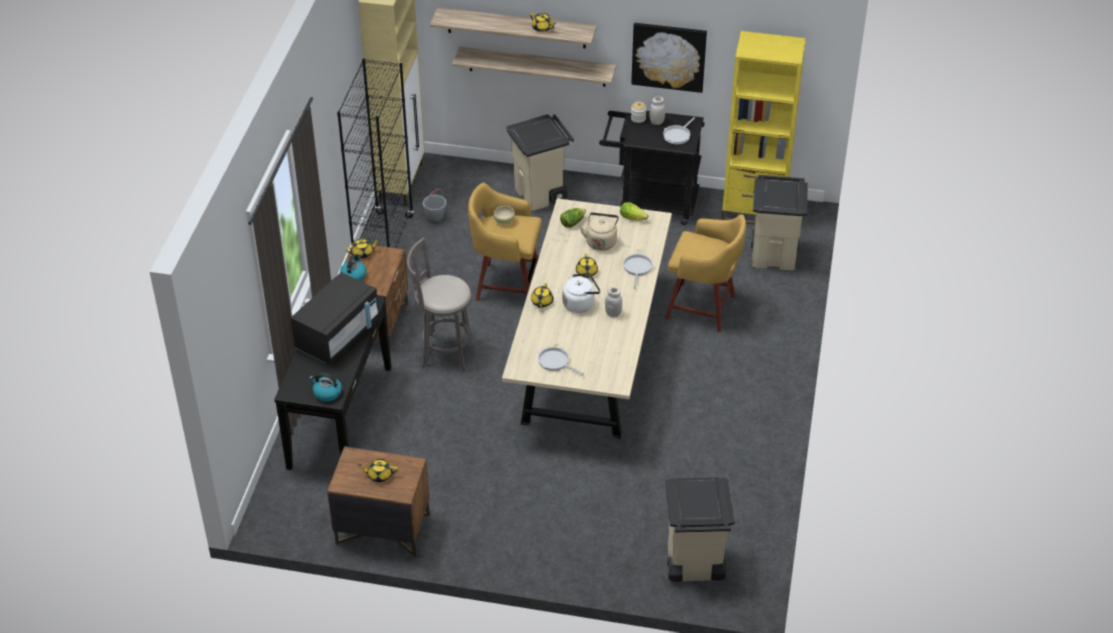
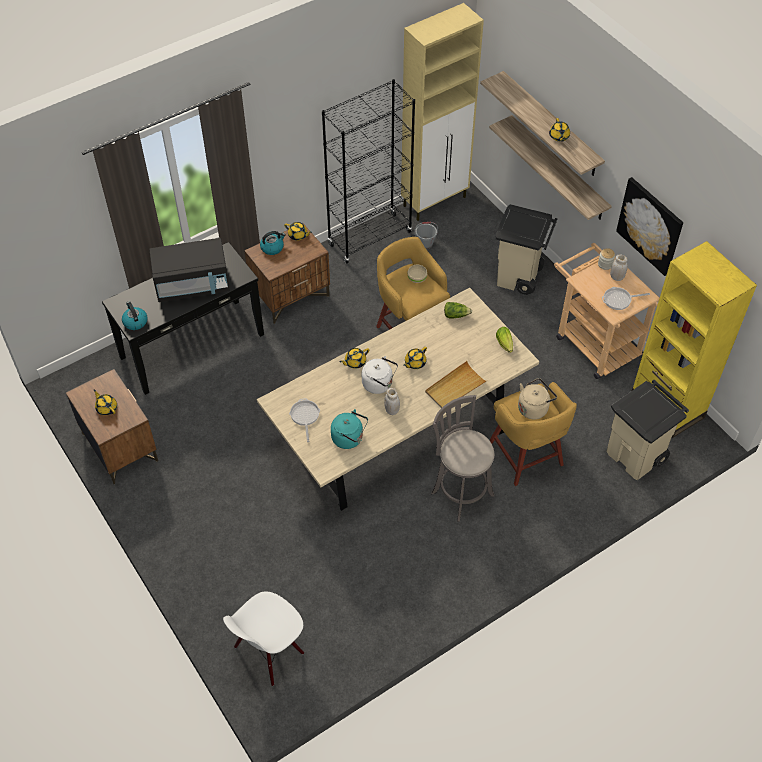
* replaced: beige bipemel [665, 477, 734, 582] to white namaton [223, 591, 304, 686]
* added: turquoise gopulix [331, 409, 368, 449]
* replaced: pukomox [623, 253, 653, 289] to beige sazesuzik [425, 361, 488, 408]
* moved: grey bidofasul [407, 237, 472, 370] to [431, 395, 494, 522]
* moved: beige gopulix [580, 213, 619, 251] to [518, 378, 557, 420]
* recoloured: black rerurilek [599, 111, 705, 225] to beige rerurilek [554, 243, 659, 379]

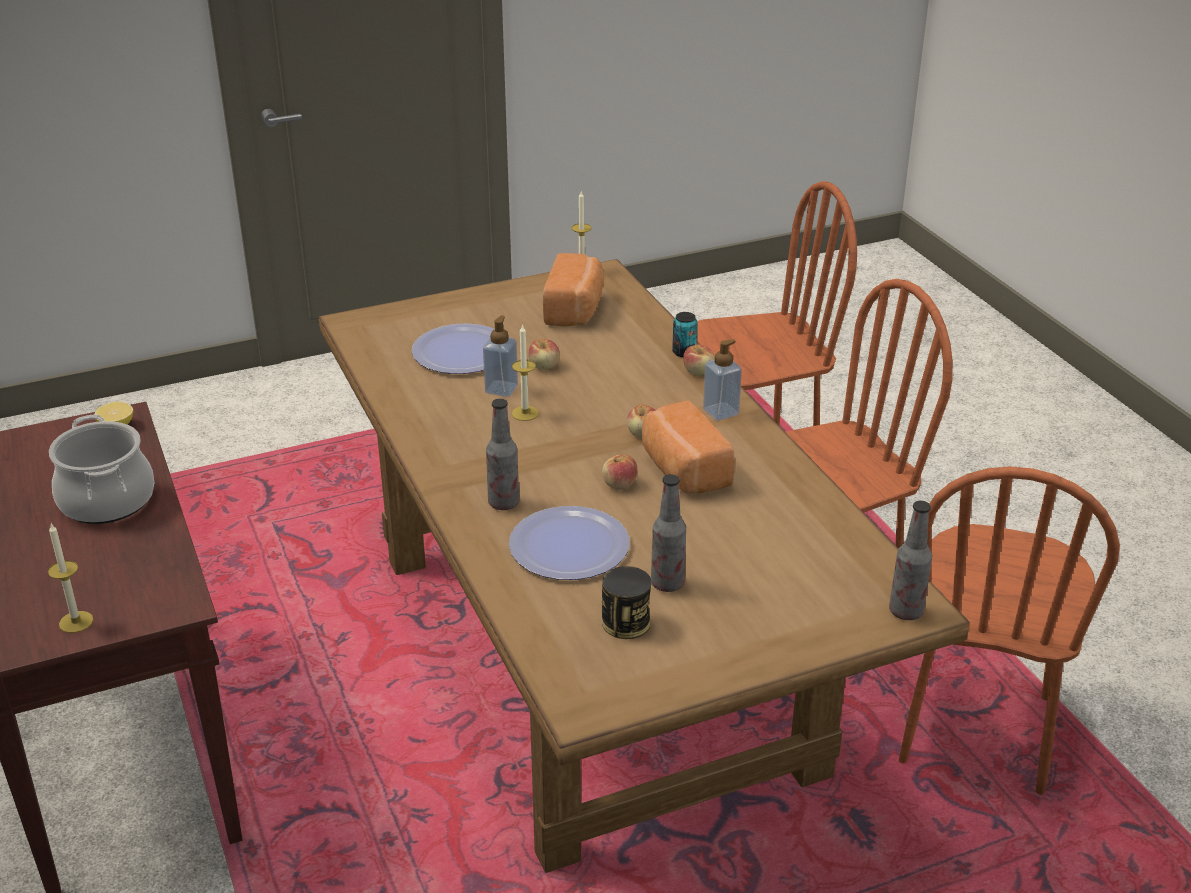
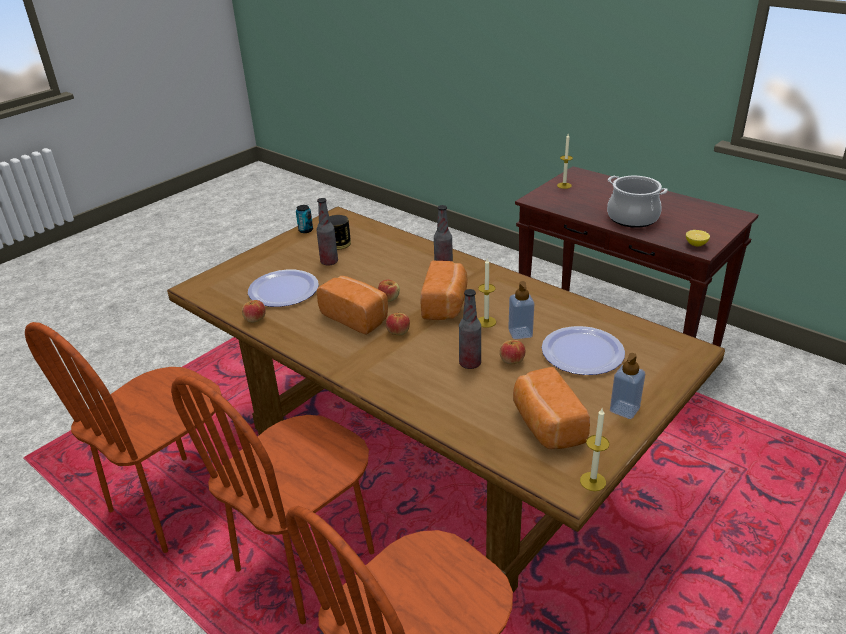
* turned: brown namaton [899, 466, 1120, 795] = [25, 322, 223, 553] 135 degrees counterclockwise
* moved: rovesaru [683, 345, 715, 376] to [242, 300, 266, 323]
* moved: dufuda [509, 506, 630, 580] to [248, 270, 319, 307]
* moved: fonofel [672, 312, 698, 357] to [296, 205, 313, 233]
* added: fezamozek [421, 261, 467, 320]
* moved: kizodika [889, 501, 932, 620] to [459, 289, 481, 369]
* moved: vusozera [703, 339, 742, 421] to [610, 353, 645, 419]

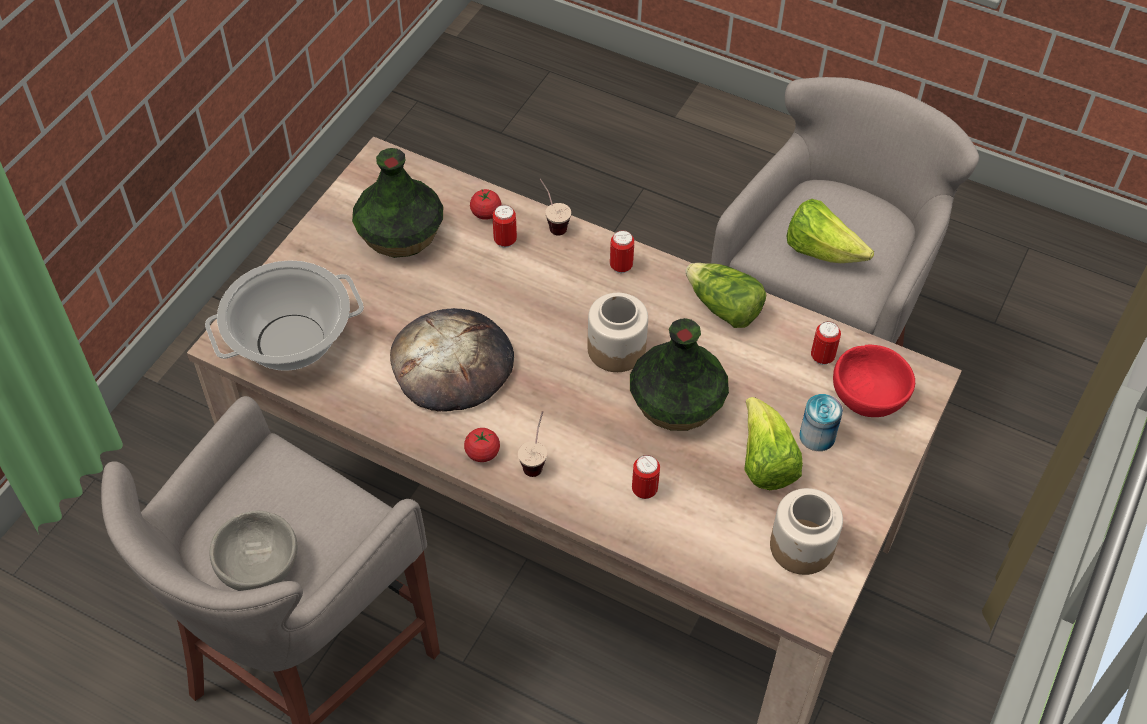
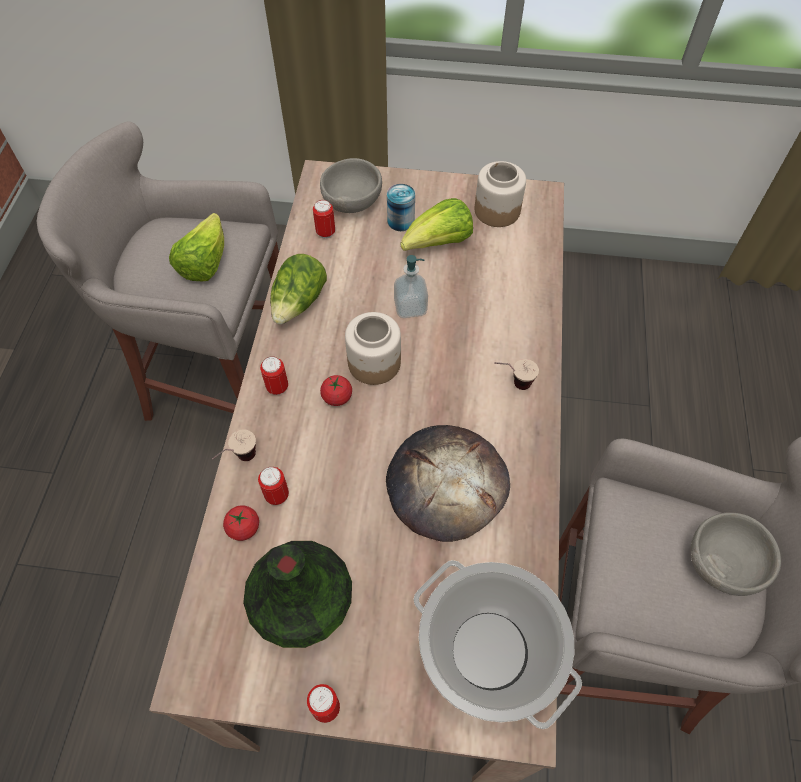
* moved: fonofel [632, 455, 660, 499] to [307, 684, 340, 723]
* recoloured: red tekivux [833, 345, 915, 417] to grey tekivux [320, 158, 382, 213]
* moved: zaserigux [464, 428, 500, 462] to [320, 375, 352, 406]
* replaced: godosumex [630, 318, 729, 431] to vusozera [394, 255, 428, 318]

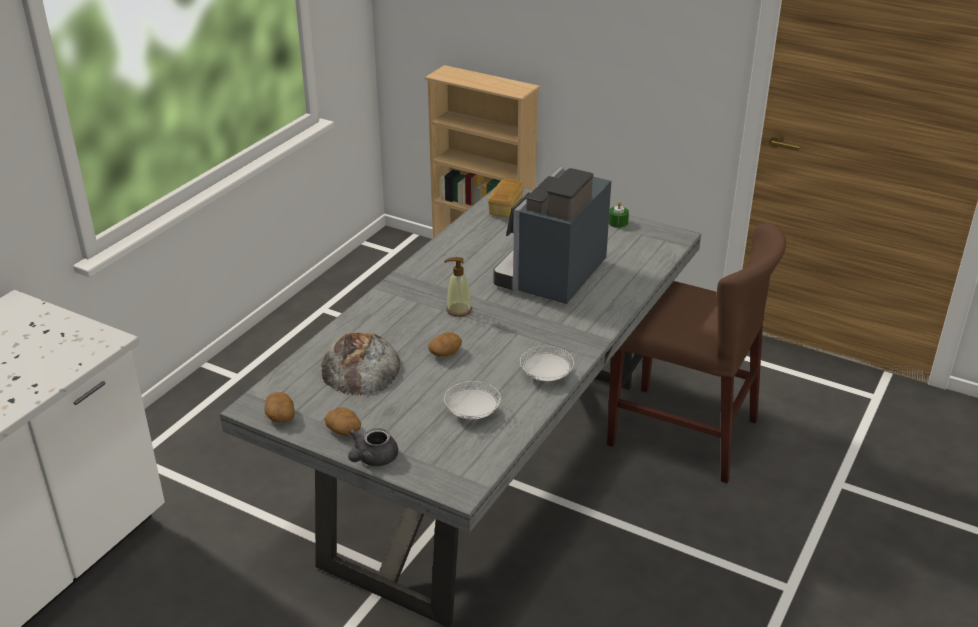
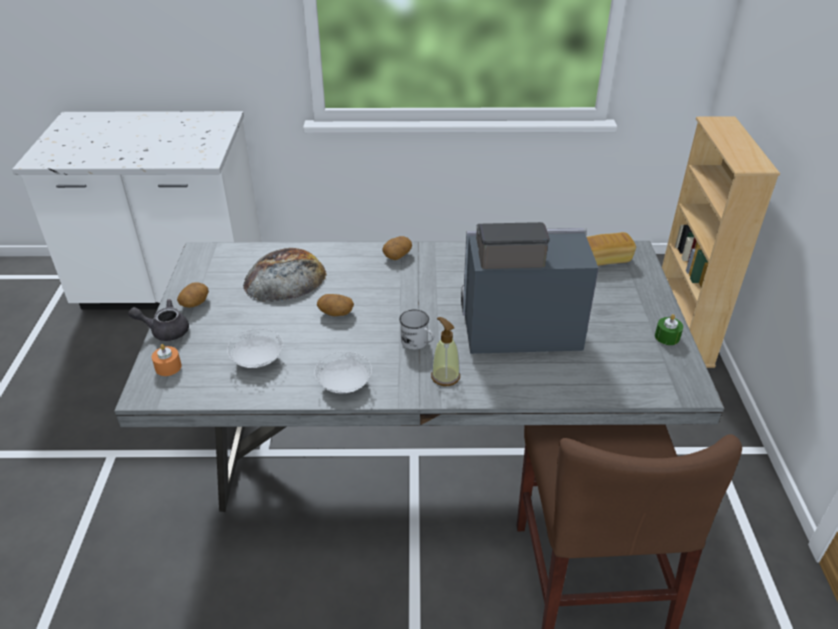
* added: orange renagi [152, 344, 182, 376]
* moved: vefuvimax [264, 392, 295, 423] to [382, 236, 412, 260]
* added: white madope [399, 310, 434, 350]
* moved: vusozera [444, 257, 472, 317] to [431, 317, 460, 386]

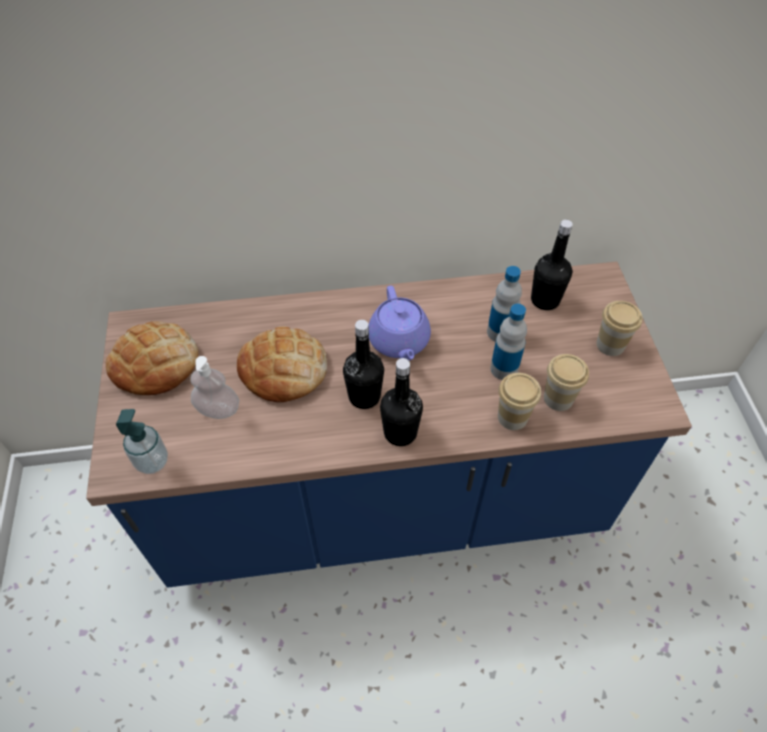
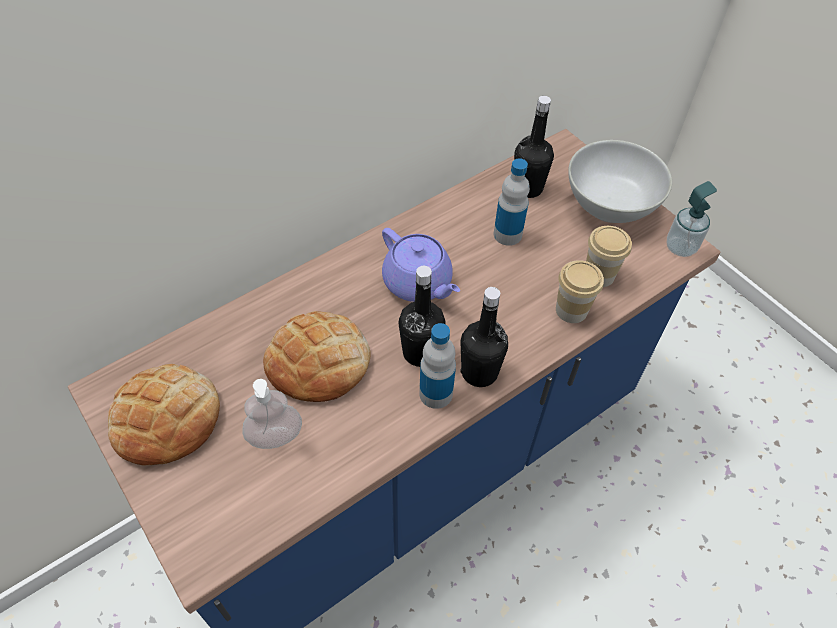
* moved: kizodika [490, 304, 527, 380] to [419, 323, 456, 409]
* replaced: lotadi [596, 301, 643, 356] to white tekivux [568, 140, 672, 223]
* moved: vusozera [116, 409, 168, 474] to [667, 181, 717, 257]

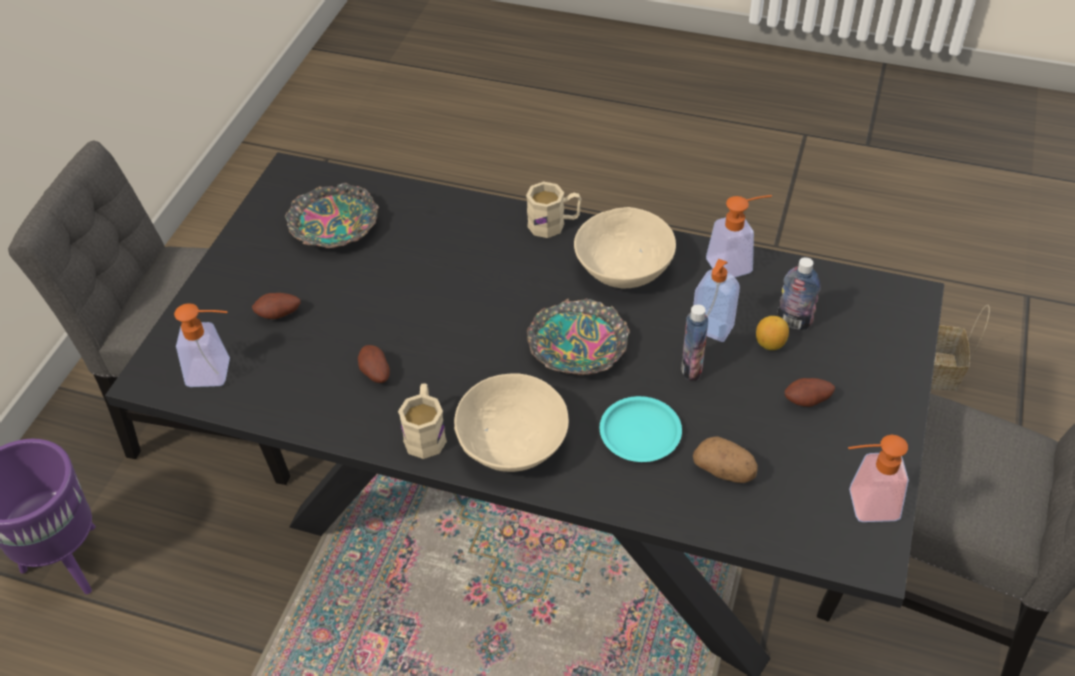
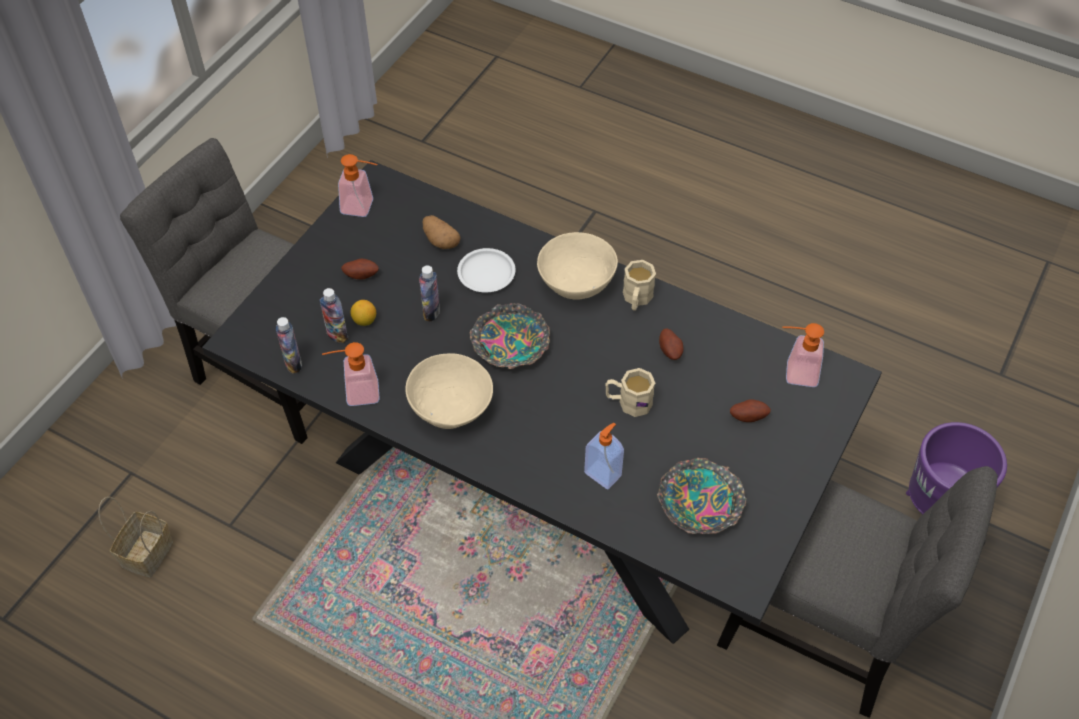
* added: kizodika [276, 317, 302, 373]
* recoloured: turquoise dufuda [599, 396, 682, 462] to white dufuda [457, 248, 516, 293]
* moved: vusozera [693, 259, 740, 342] to [584, 423, 624, 490]
* moved: beige madope [526, 181, 581, 238] to [605, 368, 655, 417]

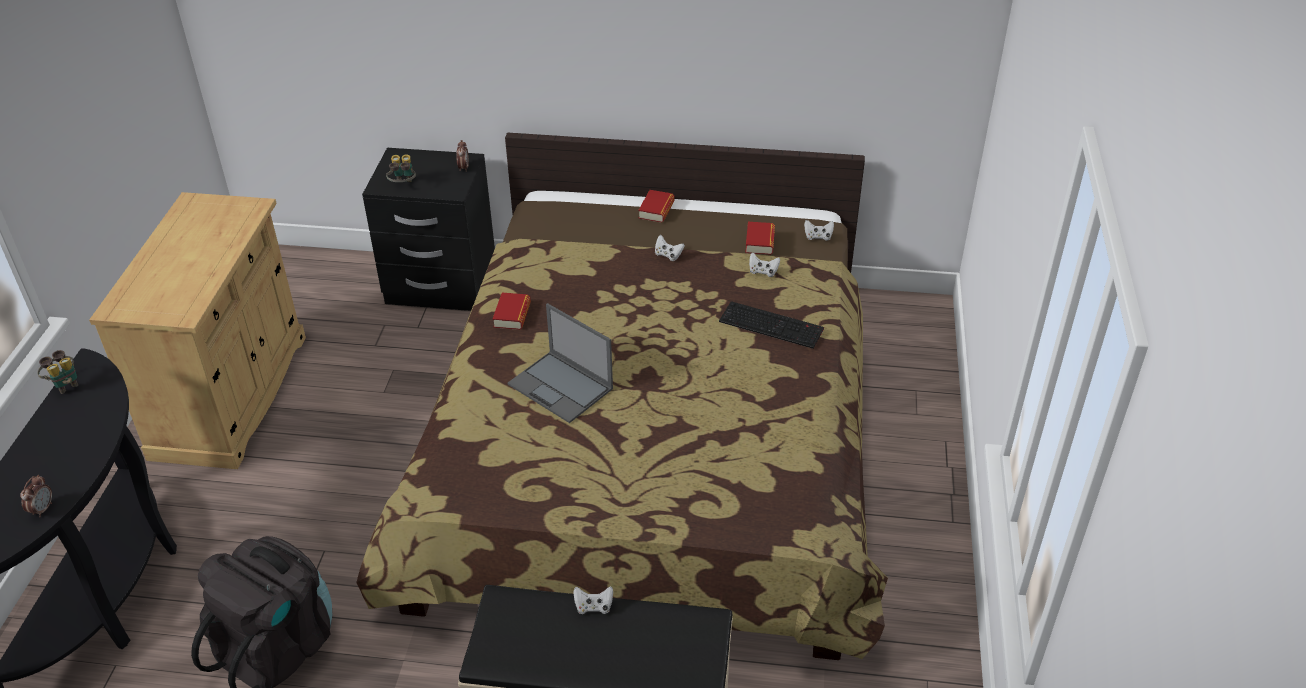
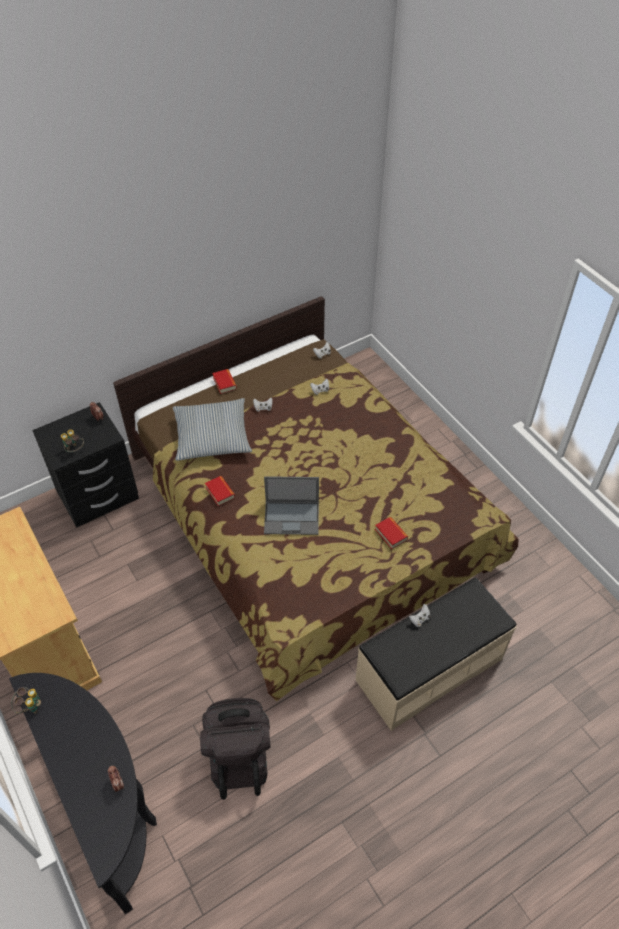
* added: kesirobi [173, 398, 252, 461]
* moved: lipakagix [745, 222, 775, 255] to [375, 517, 408, 549]
* removed: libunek [719, 301, 824, 349]

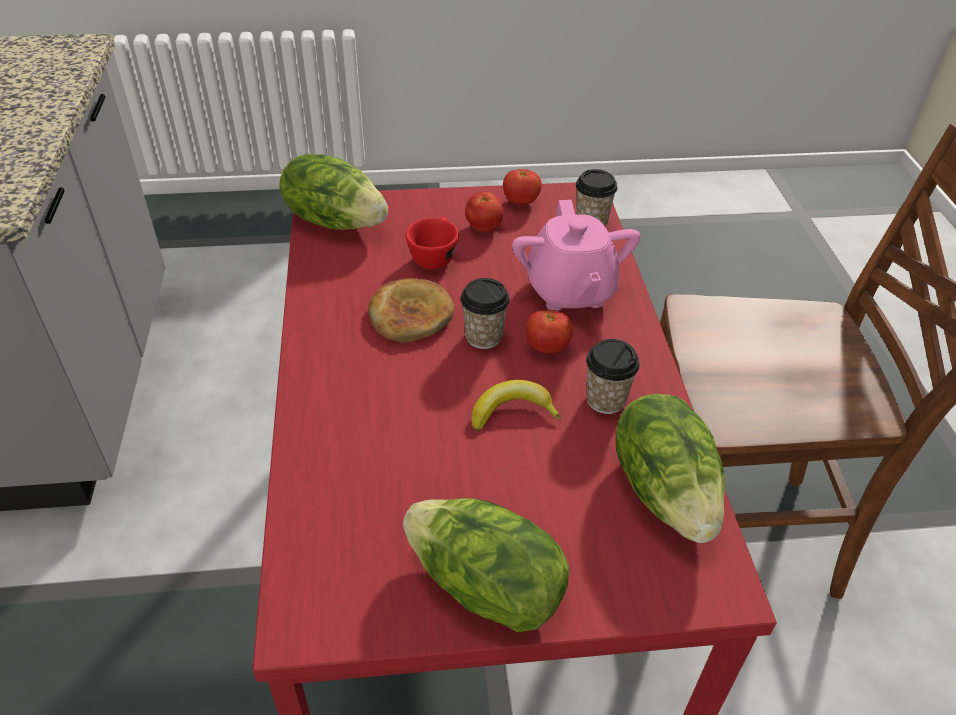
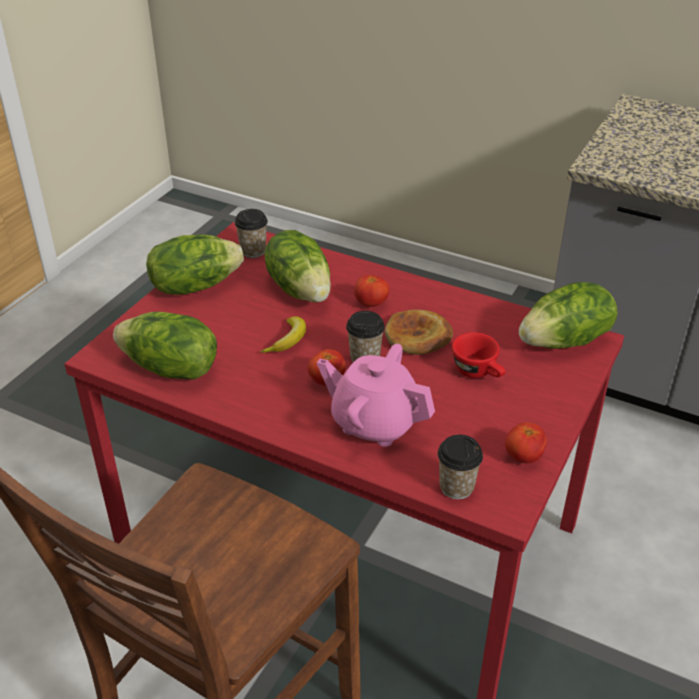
* moved: lotadi [586, 339, 640, 414] to [235, 209, 268, 258]
* added: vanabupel [264, 230, 331, 303]
* moved: zaserigux [465, 192, 504, 232] to [354, 275, 389, 307]

